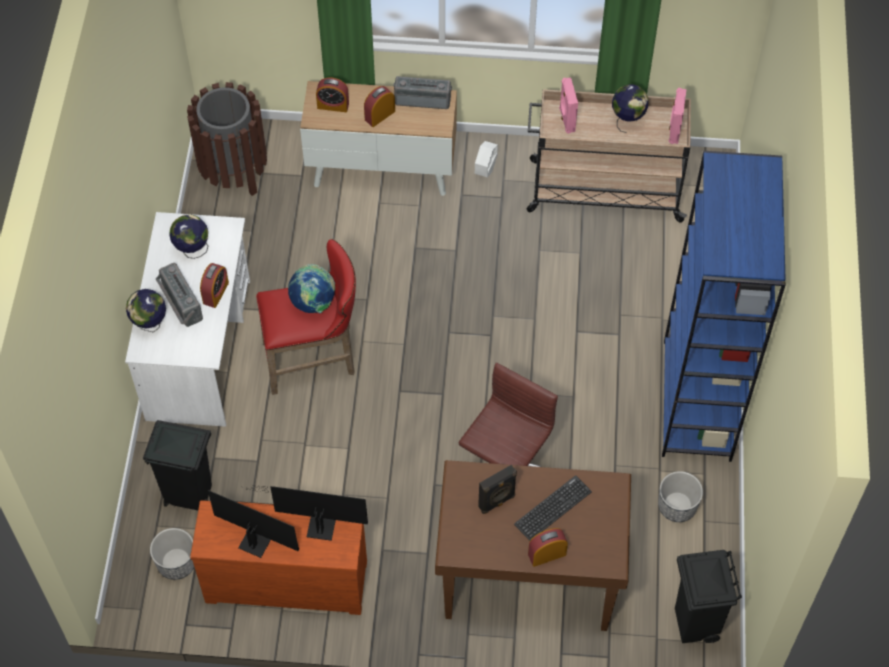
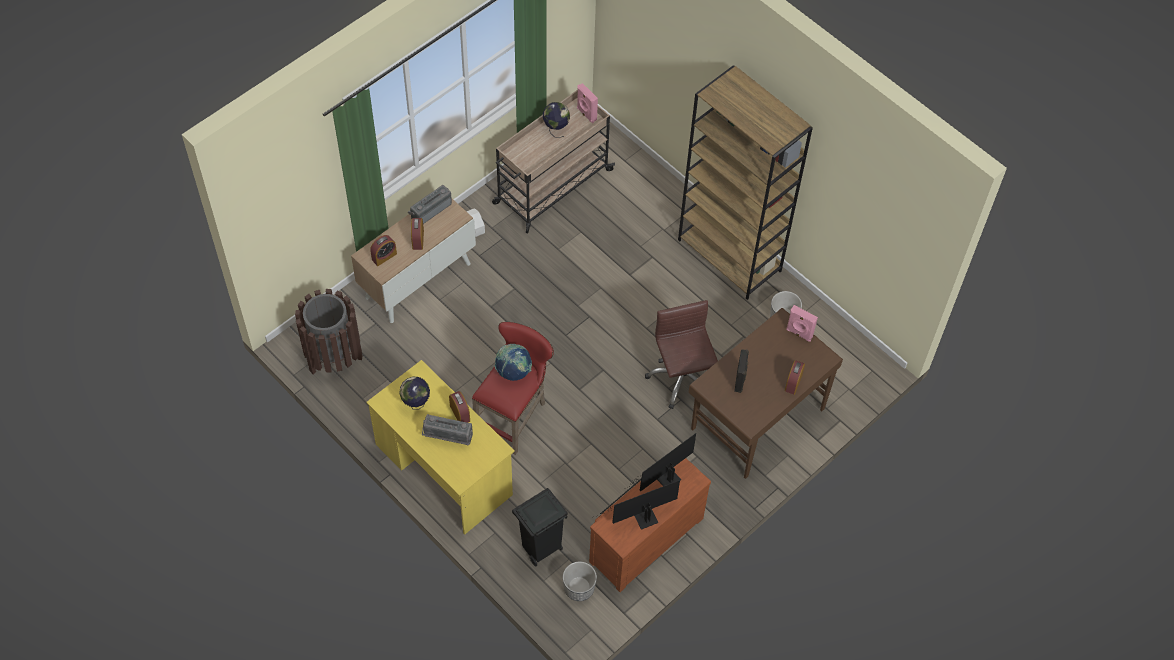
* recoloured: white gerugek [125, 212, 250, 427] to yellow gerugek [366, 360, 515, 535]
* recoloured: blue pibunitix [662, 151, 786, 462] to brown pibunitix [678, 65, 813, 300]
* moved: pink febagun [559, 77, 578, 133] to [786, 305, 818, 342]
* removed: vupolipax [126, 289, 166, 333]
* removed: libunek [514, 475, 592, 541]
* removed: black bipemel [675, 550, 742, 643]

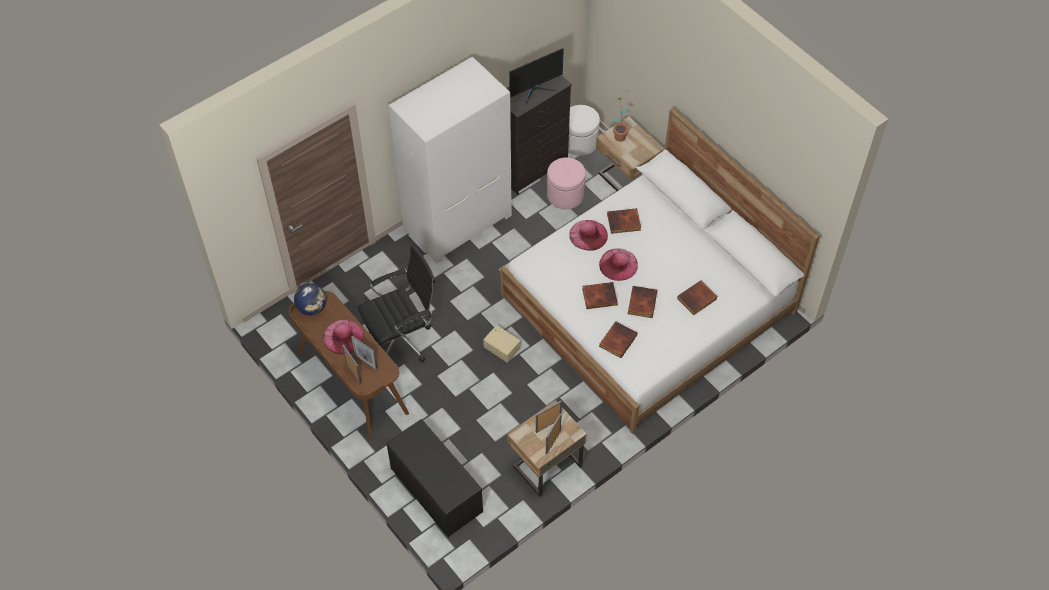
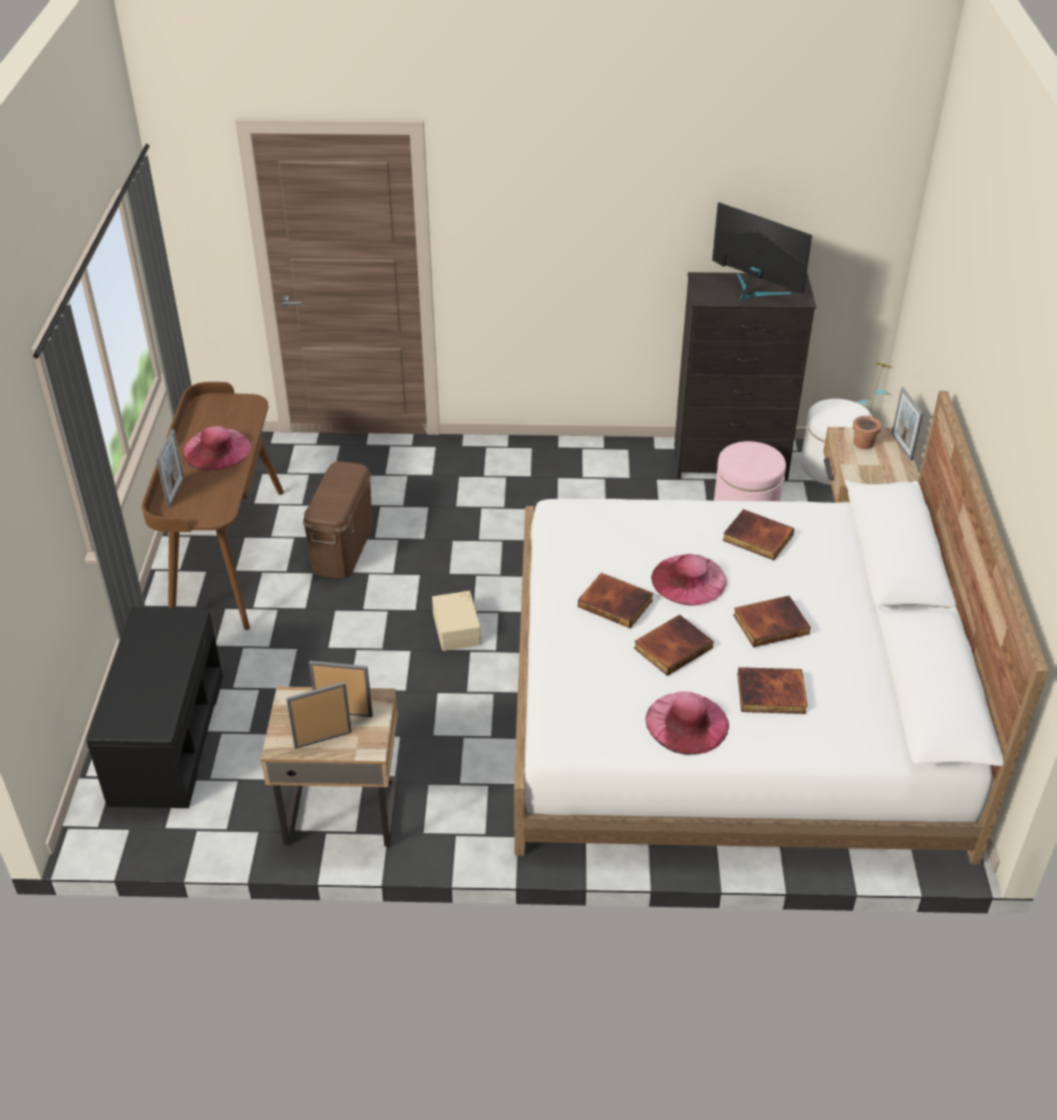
* replaced: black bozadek [358, 245, 435, 362] to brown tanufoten [303, 462, 373, 578]
* moved: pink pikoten [569, 220, 608, 251] to [645, 691, 729, 755]
* turned: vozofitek [509, 48, 564, 104] = [712, 202, 812, 301] 150 degrees counterclockwise
* moved: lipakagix [599, 321, 637, 358] to [733, 596, 811, 647]
* moved: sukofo [351, 336, 377, 370] to [891, 387, 923, 461]
* removed: vupolipax [294, 283, 327, 316]
* removed: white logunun [389, 57, 512, 263]

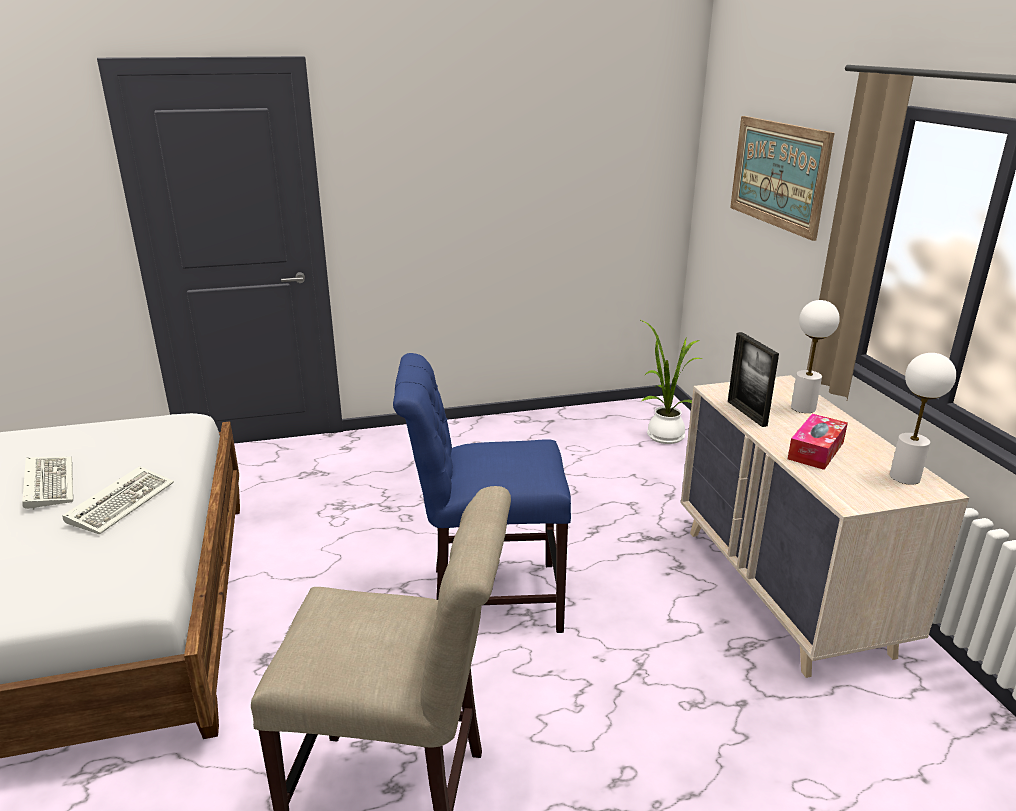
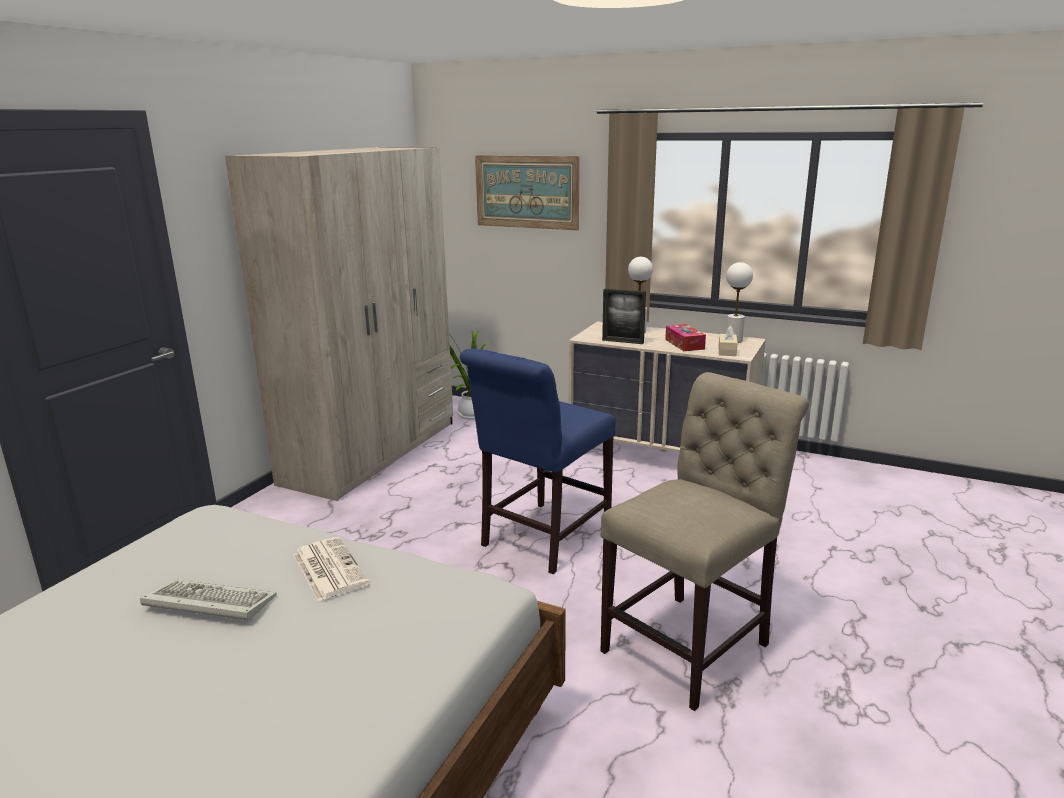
* added: beige logunun [225, 147, 453, 501]
* replaced: libunek [63, 466, 174, 534] to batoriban [293, 537, 369, 602]
* added: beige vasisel [718, 325, 738, 356]

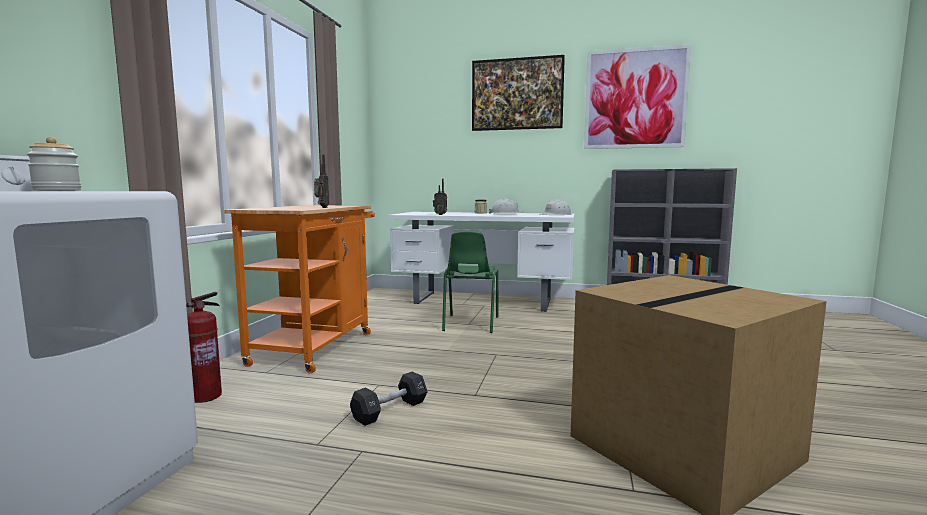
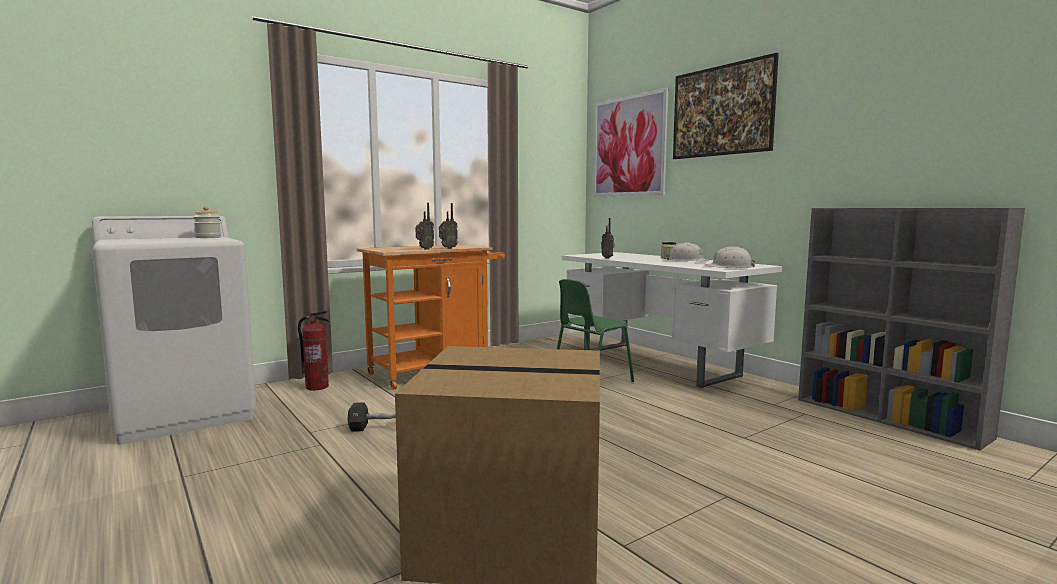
* added: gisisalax [439, 203, 458, 249]
* moved: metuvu [584, 44, 691, 149] to [593, 88, 668, 197]

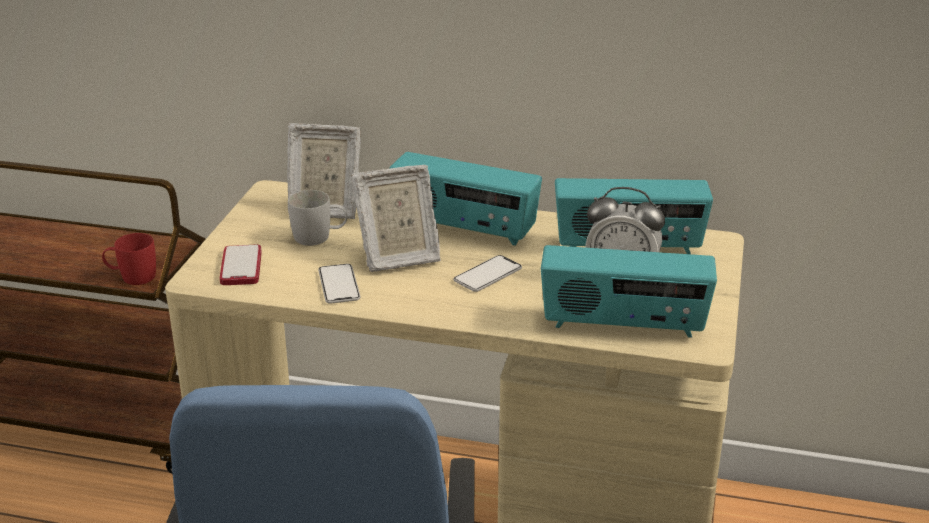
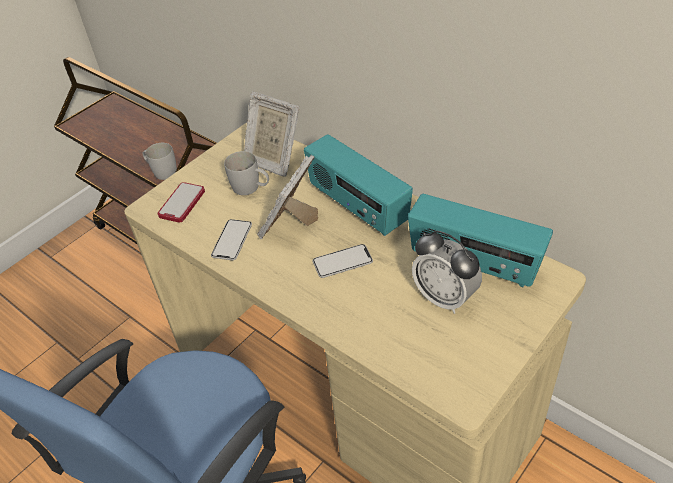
* recoloured: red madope [102, 233, 156, 285] to white madope [143, 143, 177, 180]
* turned: sukofo [351, 165, 441, 272] = [257, 155, 318, 239] 105 degrees clockwise
* removed: gisisalax [541, 245, 717, 338]

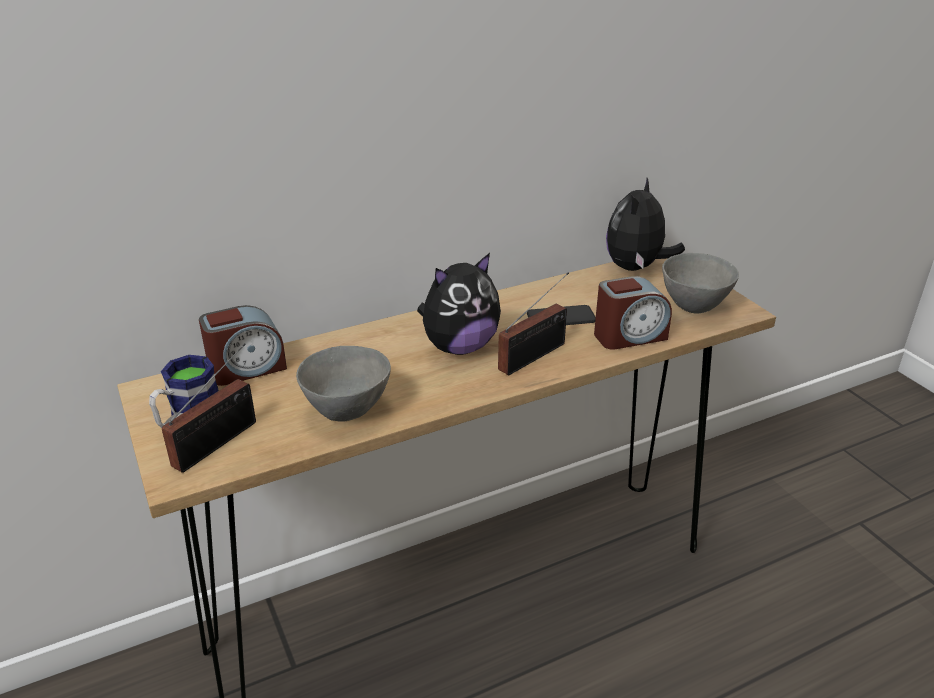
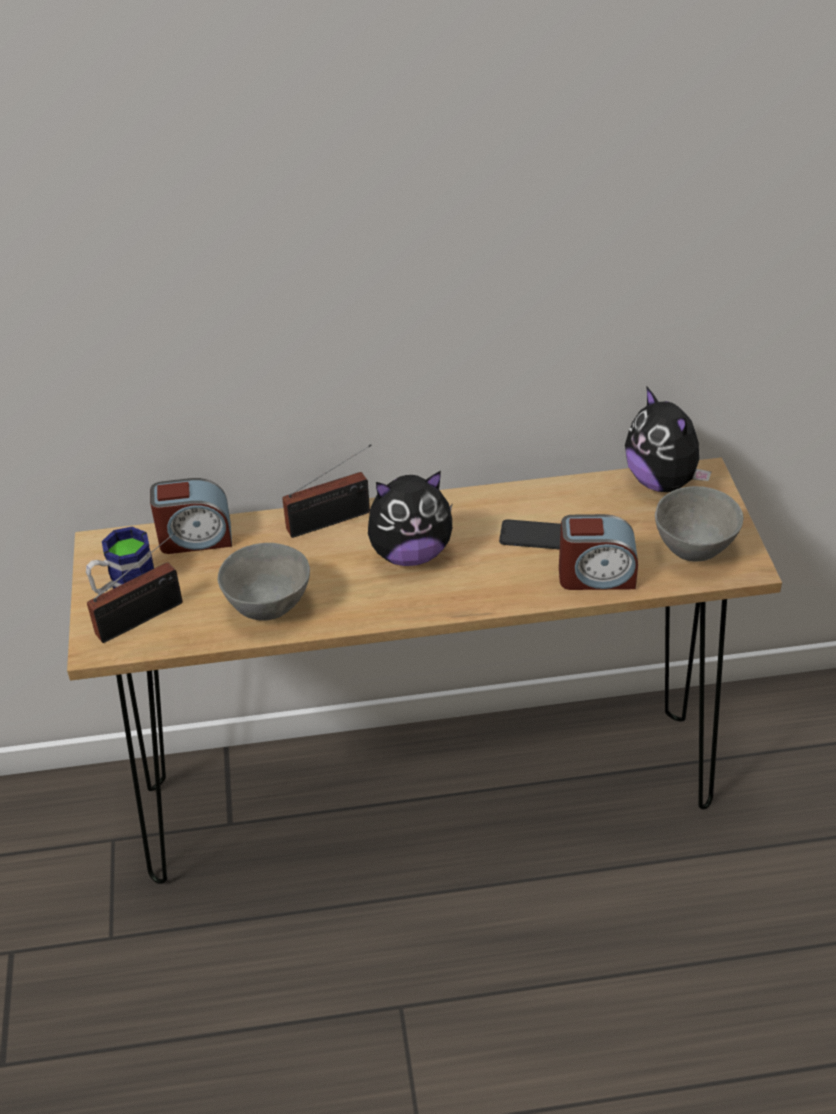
* moved: gisisalax [498, 272, 569, 375] to [282, 444, 372, 538]
* turned: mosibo [606, 178, 685, 271] = [625, 387, 711, 492] 75 degrees counterclockwise

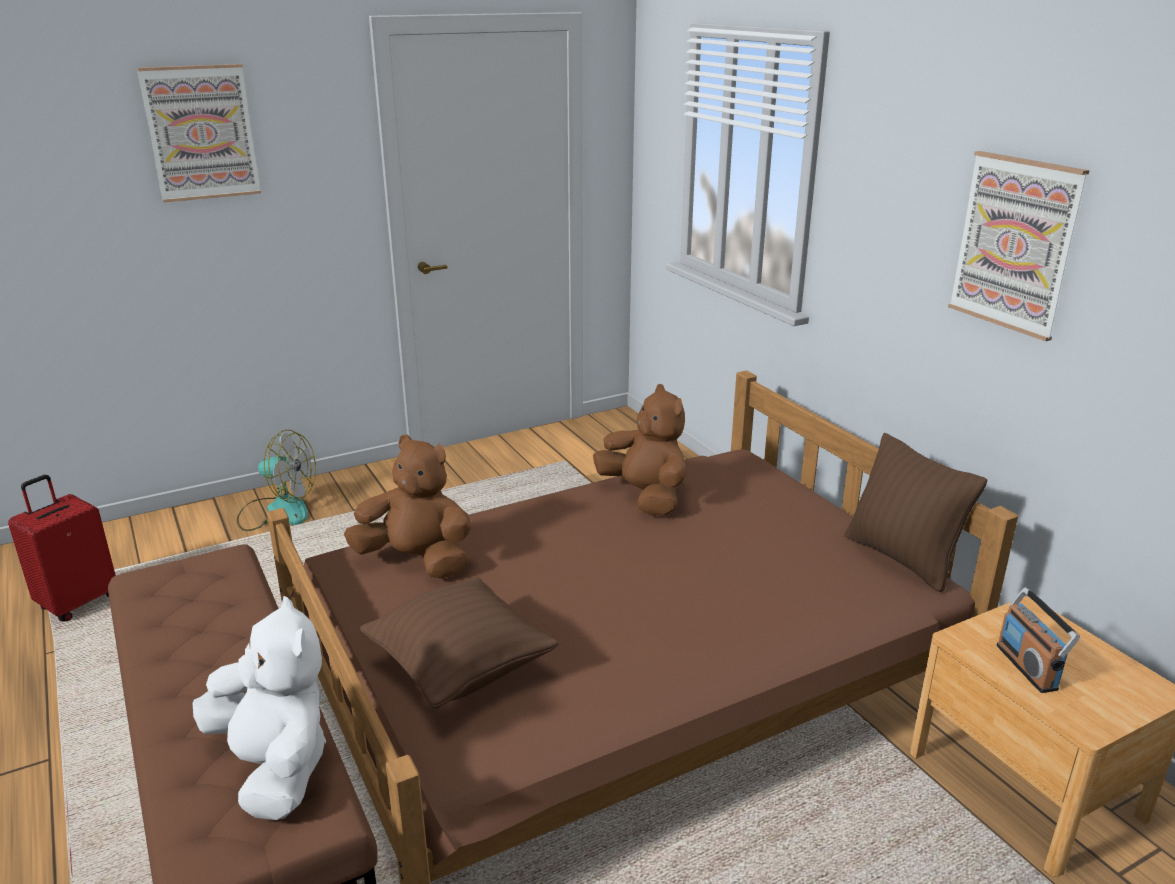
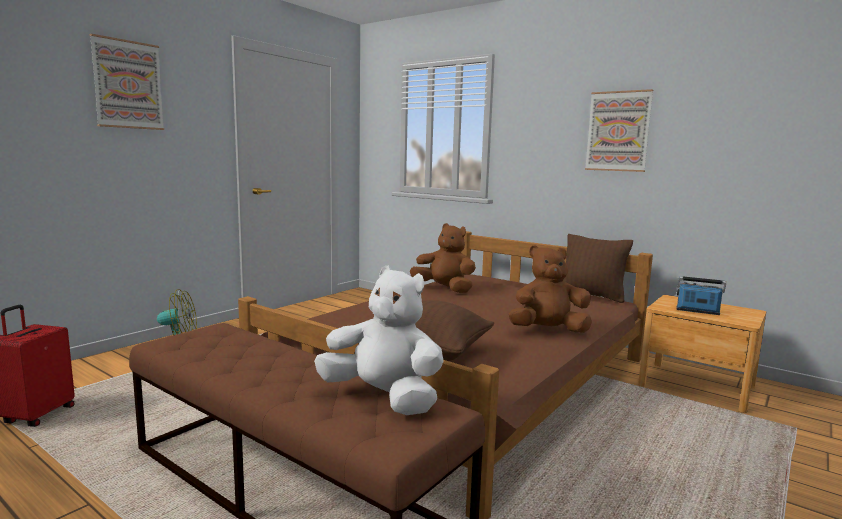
* moved: brown mosibo [344, 435, 471, 579] to [509, 245, 592, 333]
* turned: gisisalax [997, 587, 1080, 693] = [676, 276, 726, 315] 150 degrees clockwise

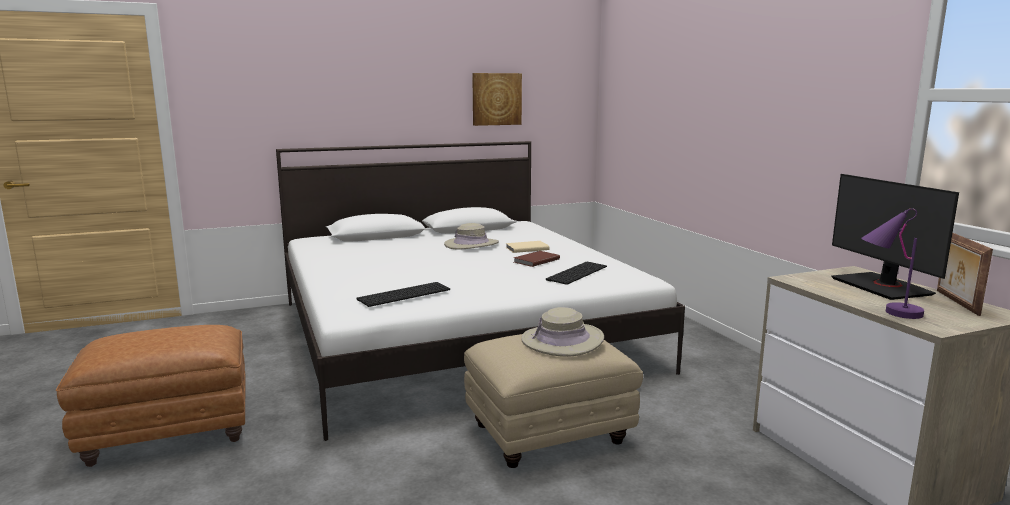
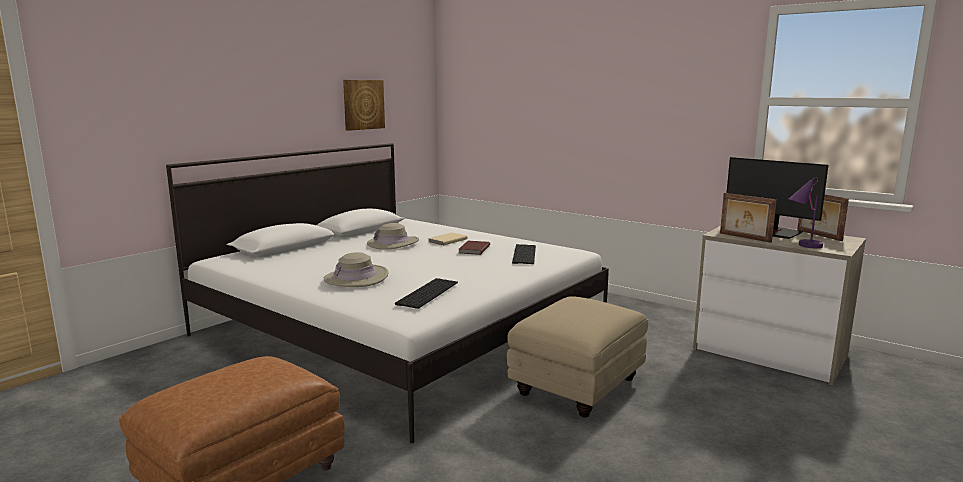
* moved: beige pikoten [521, 307, 604, 357] to [324, 252, 389, 287]
* added: sukofo [720, 193, 777, 243]

